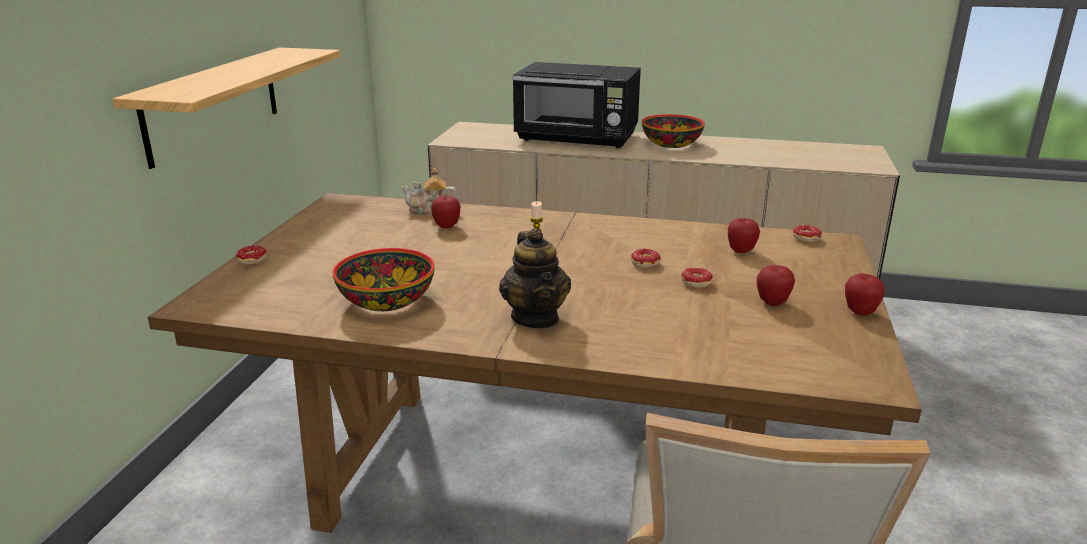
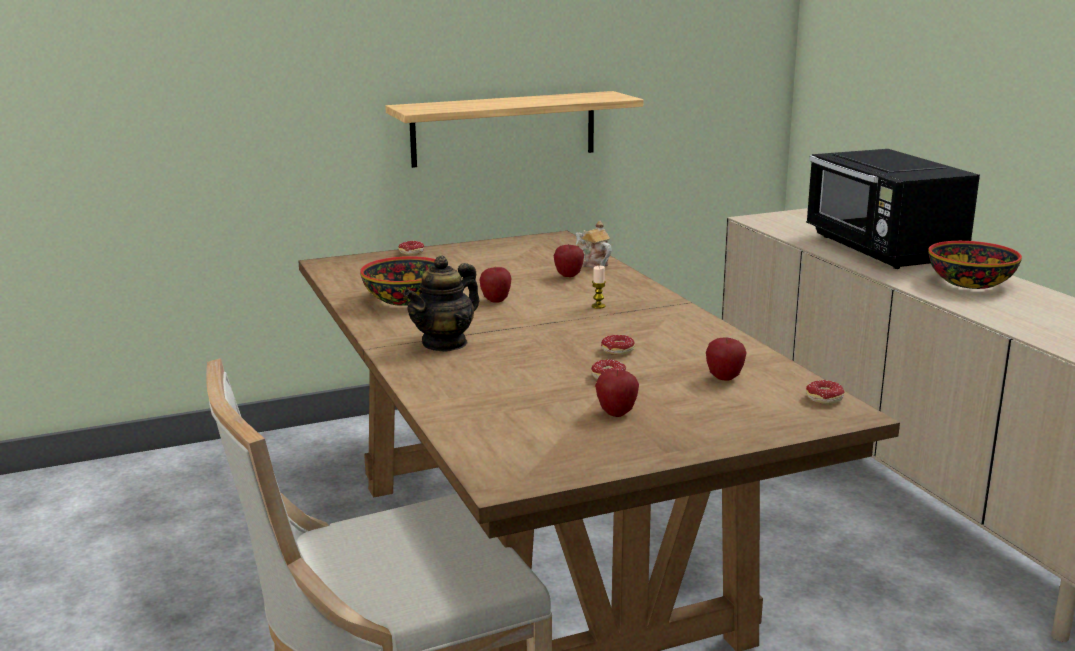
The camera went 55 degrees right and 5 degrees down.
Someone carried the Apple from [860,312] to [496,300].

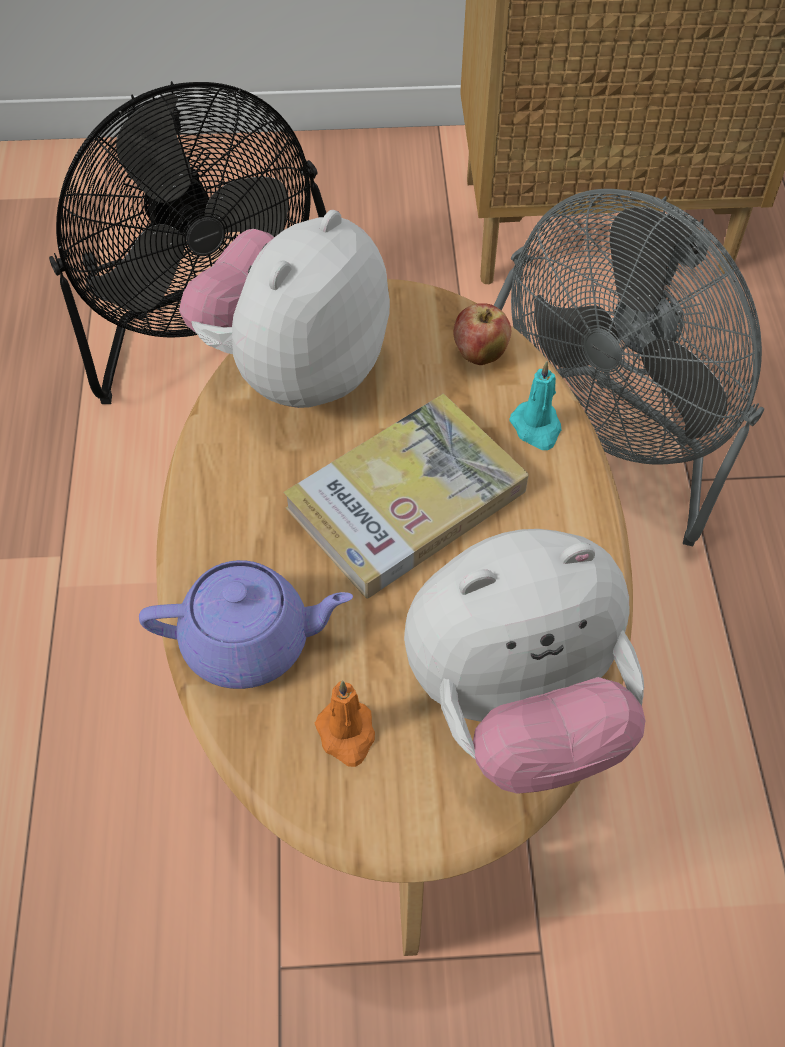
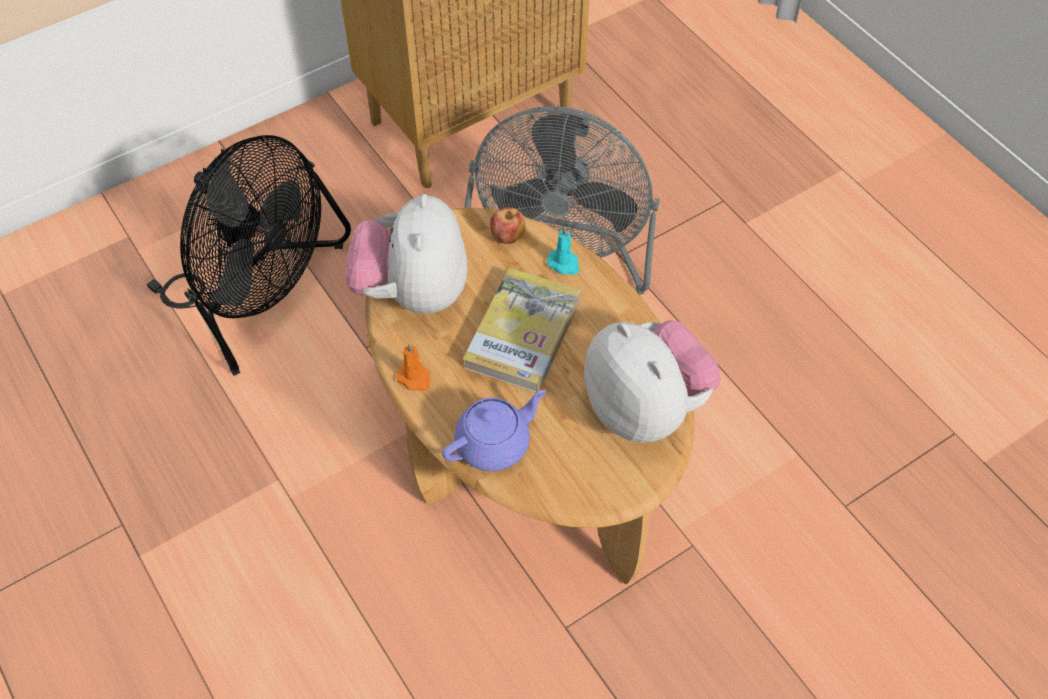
The camera went 30 degrees left and 0 degrees up.
Someone carried the OrangeyWaxCandle from [347,734] to [414,378].
Someone rotated the CuddlyToy at [517,707] by 75 degrees counterclockwise.

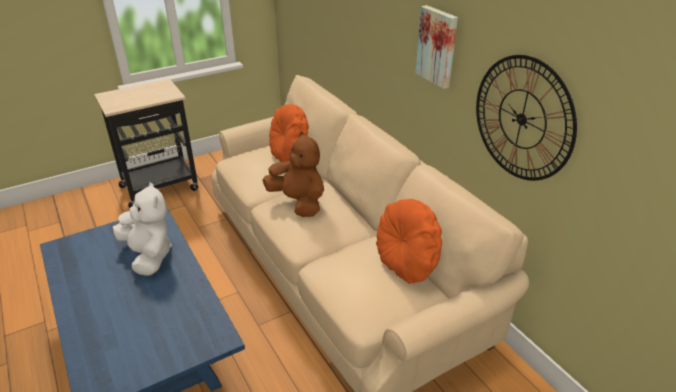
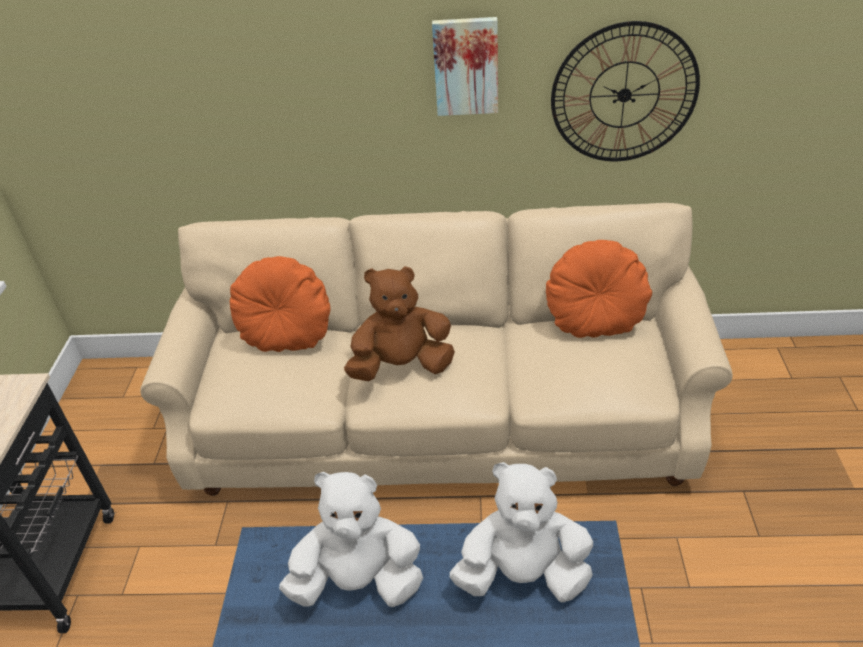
The camera went 55 degrees left and 5 degrees up.
Someone put down the WhiteCuddlyToy at [523,575].

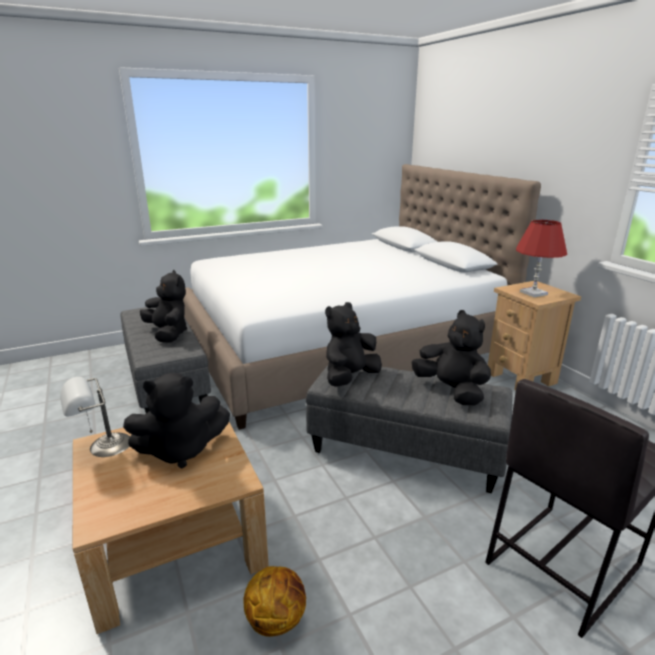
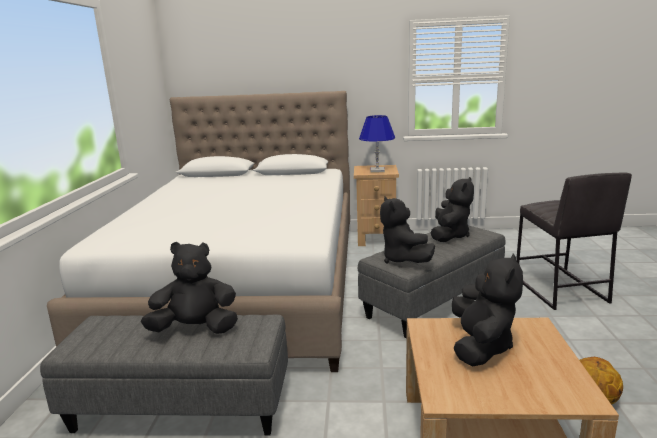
The camera went 60 degrees left and 5 degrees down.
Someone took away the WhiteTableLamp at [102,448].
Someone repainted the RedColouredTableLamp at [533,293], which became the BlueTableLamp at [377,170].
Someone rotated the BlackishCuddlyToy at [451,391] by 120 degrees clockwise.

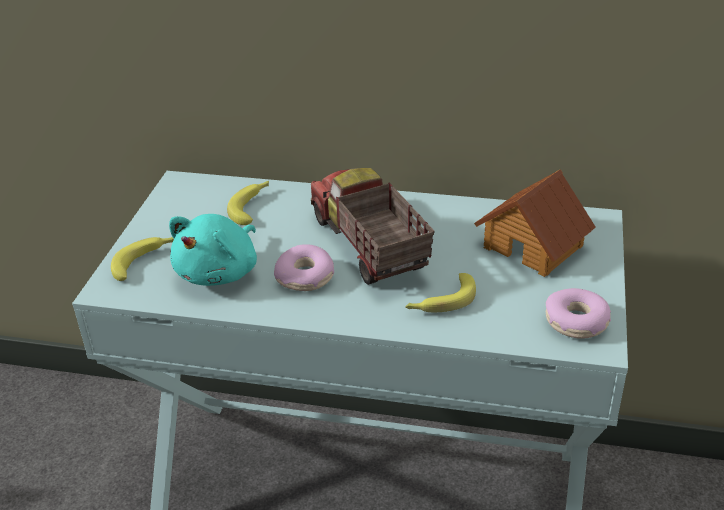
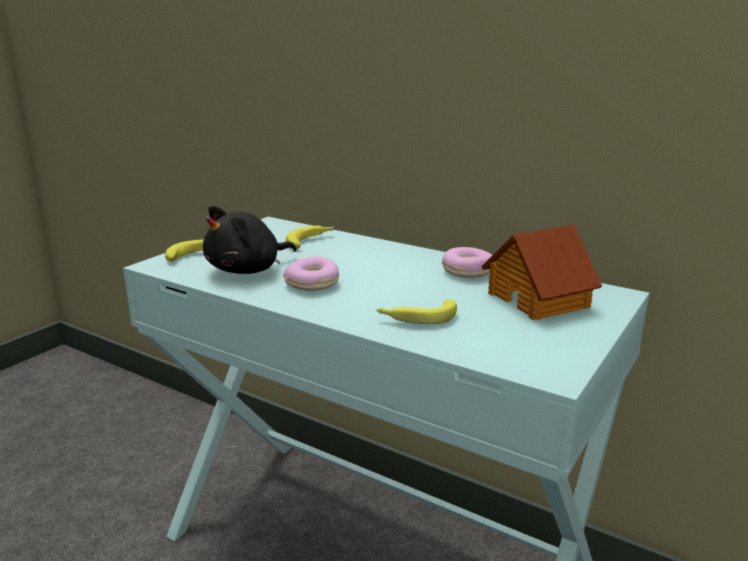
The camera went 20 degrees right and 15 degrees down.
Someone took away the ModelTruck at [368,247].
Someone carried the Doughnut from [576,322] to [467,271].
Someone repainted the BlueGreenCuddlyToy at [220,272], which became the BlackishCuddlyToy at [248,270].

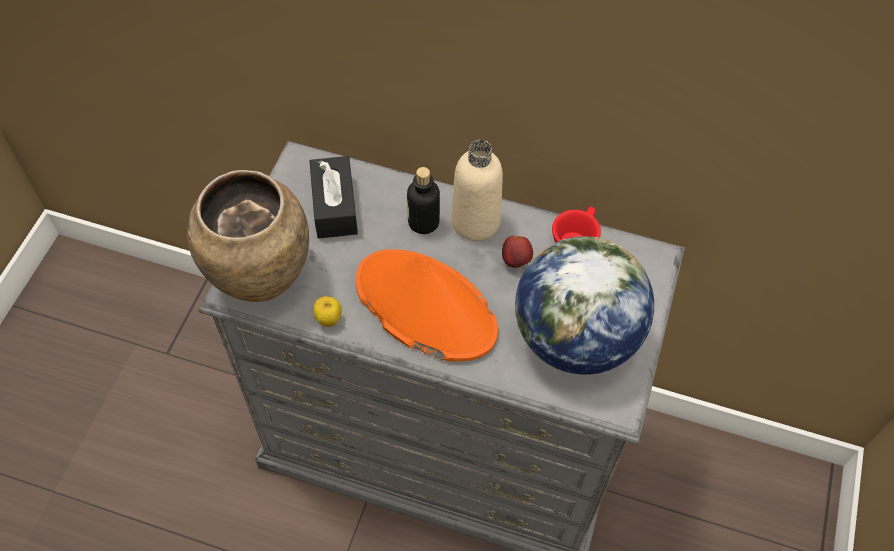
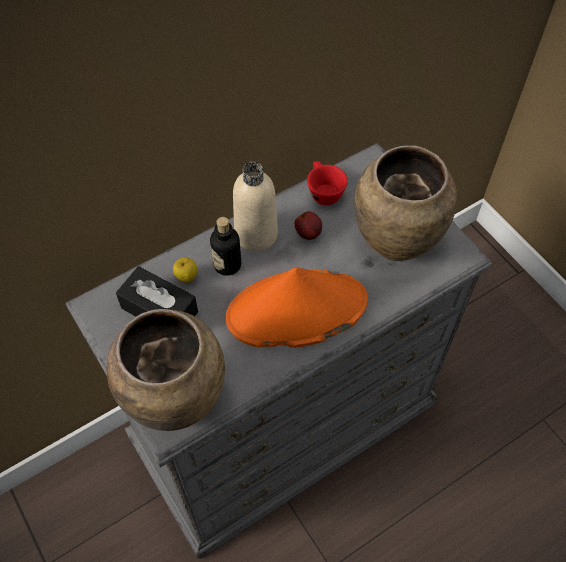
The camera went 50 degrees left and 0 degrees up.
Someone carried the Apple from [329,319] to [187,277].
Someone swapped the WorldGlobe at [574,338] for the BrownDecorativeVase at [395,243].

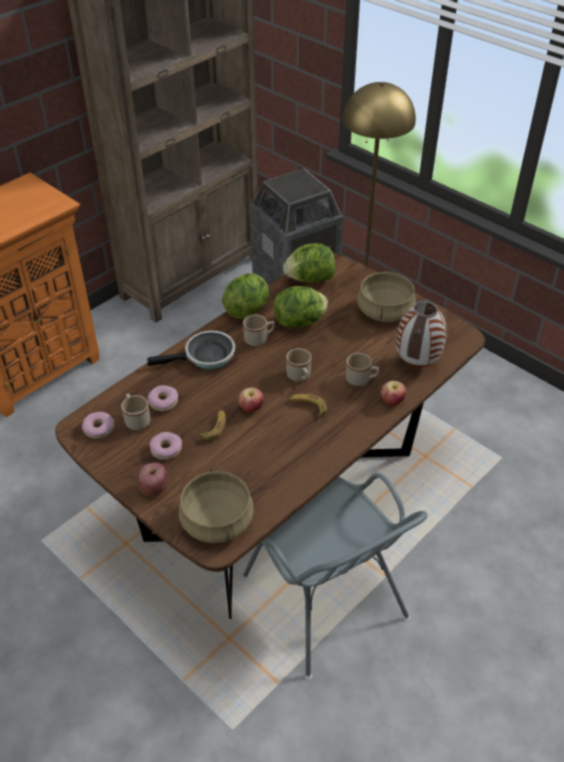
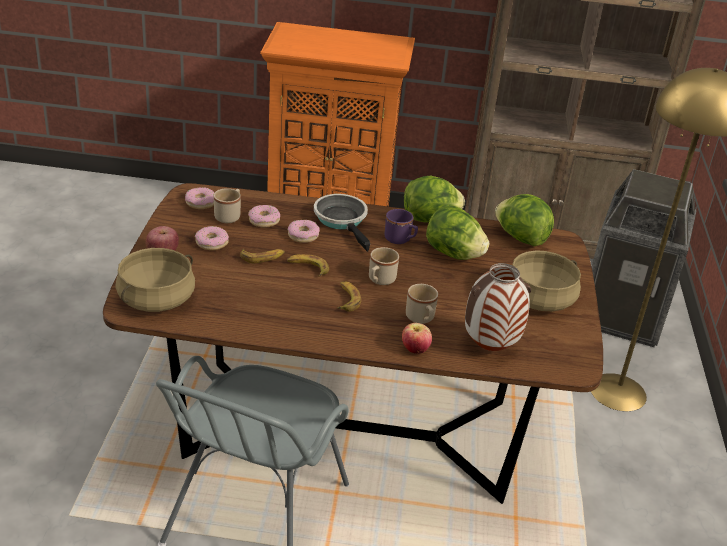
The camera went 50 degrees right and 10 degrees down.
Someone put down the Doughnut at [303,235].
Someone swapped the Apple at [251,408] for the WholeBanana at [307,268].
Someone repainted the SandColouredCoffeeMug at [259,339], which became the PurplishCoffeeMug at [400,240].
Someone rotated the Pan at [205,357] by 150 degrees counterclockwise.

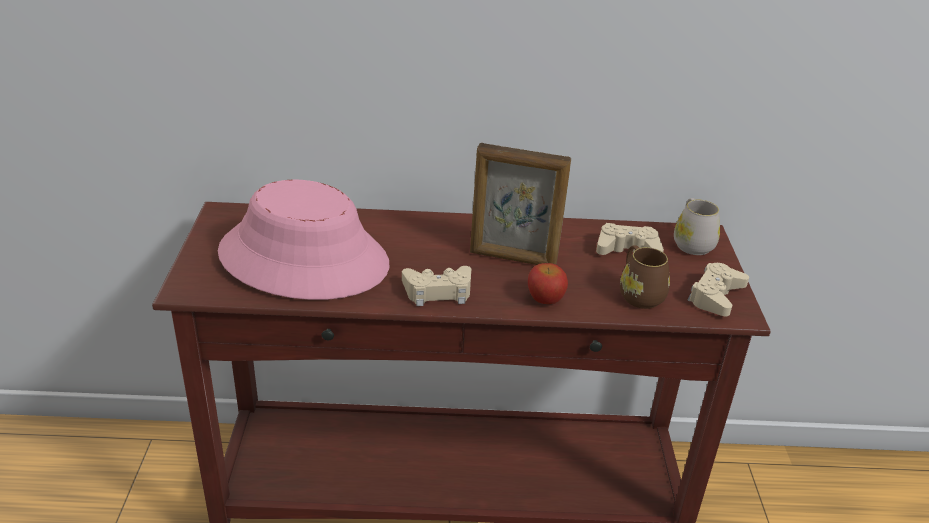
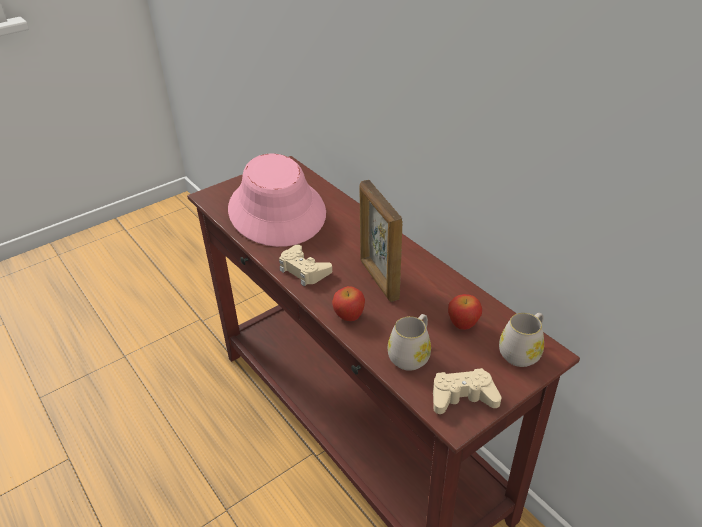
The camera went 55 degrees right and 5 degrees up.
Someone swapped the SandColouredGamepad at [627,249] for the Apple at [463,323].
Someone repainted the BrownCoffeeMug at [638,294], which became the WhiteCoffeeMug at [411,354].

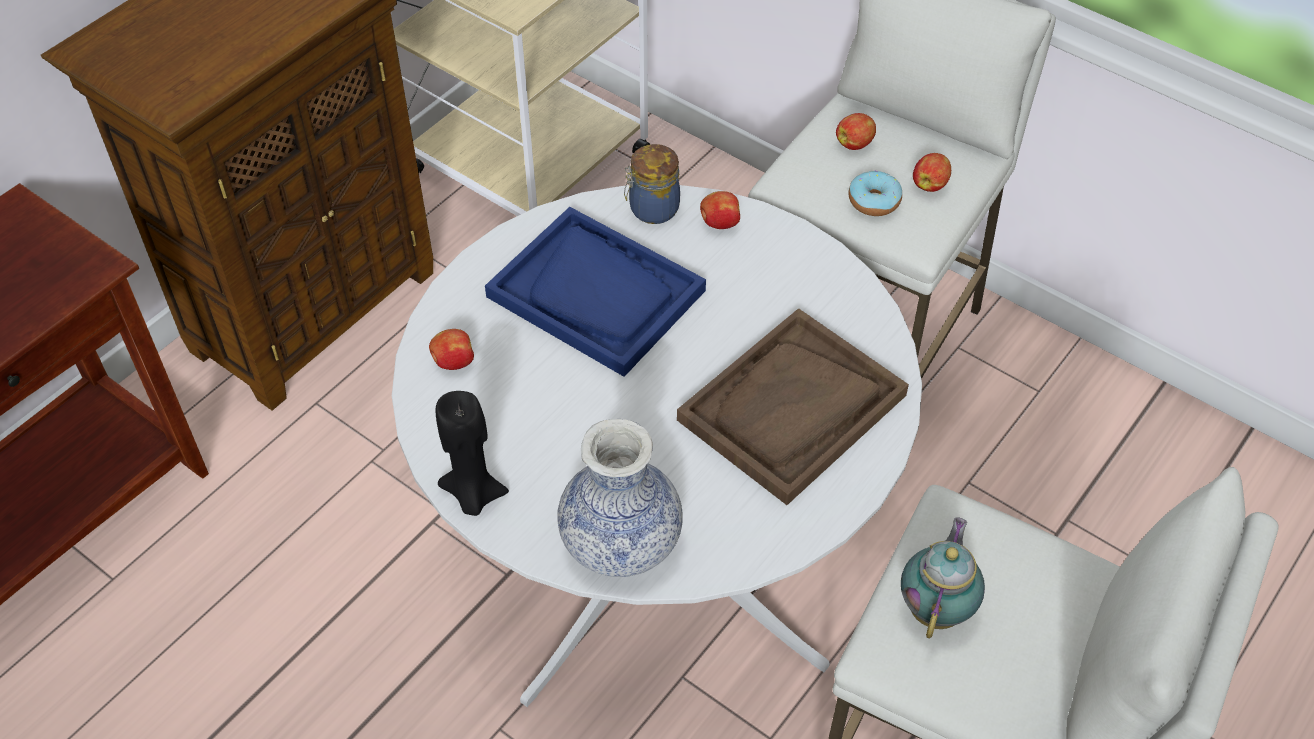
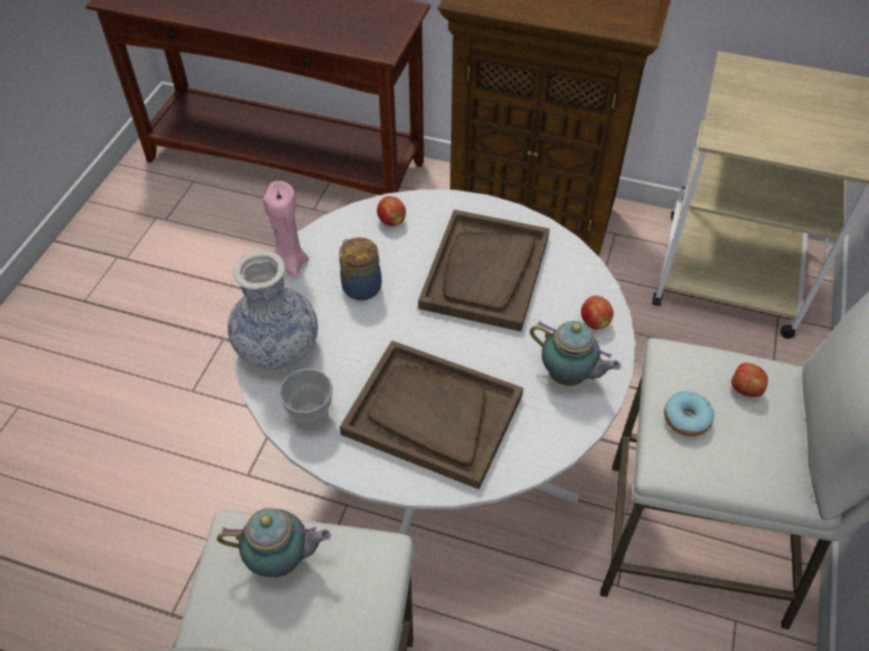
The camera went 70 degrees right and 0 degrees up.
Someone took away the Apple at [930,184].
Someone put down the DrinkingCup at [311,415].
Someone put down the TeaPot at [569,377].
Someone carried the StorageJar from [652,209] to [360,286].
Someone repainted the BlackishWaxCandle at [473,495], which became the PinkishWaxCandle at [290,263].
Someone repainted the BlueTray at [596,294], which became the BrownTray at [485,272].

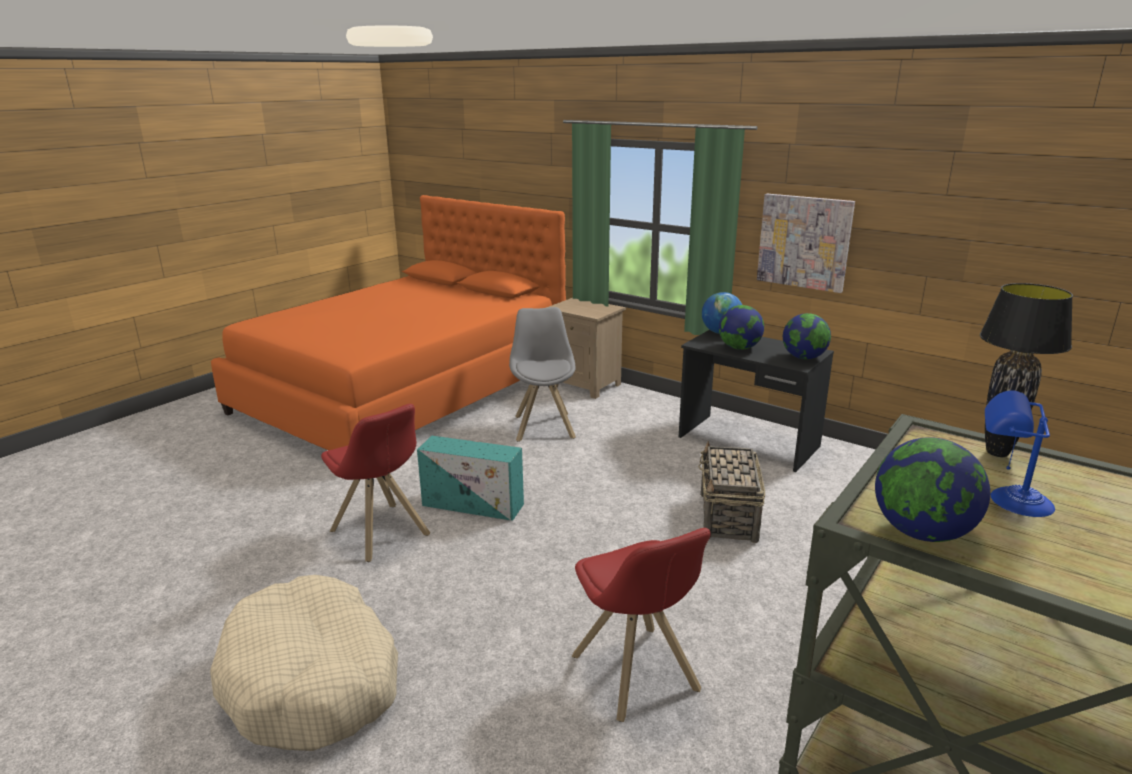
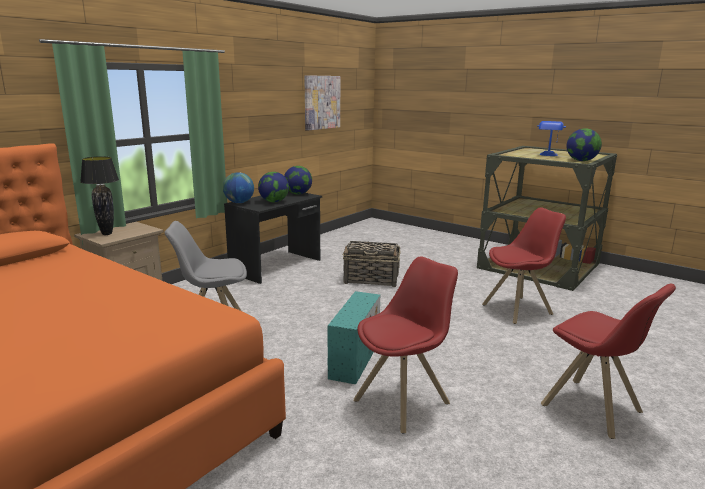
The camera went 90 degrees left and 5 degrees down.
Someone carried the WallArt from [804,242] to [322,102].
Someone carried the BlackishTableLamp from [996,453] to [107,234].
Someone swapped the SandColouredPetBed at [312,680] for the RedColouredUprightChair at [592,408].

